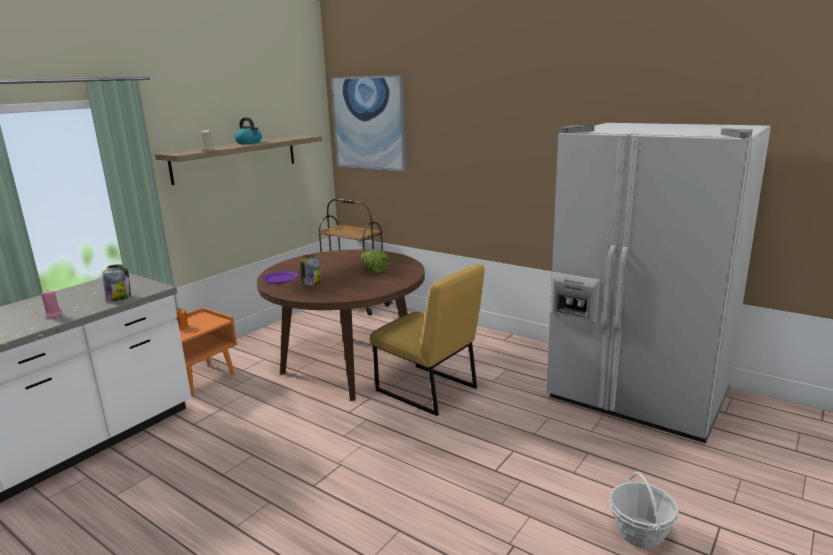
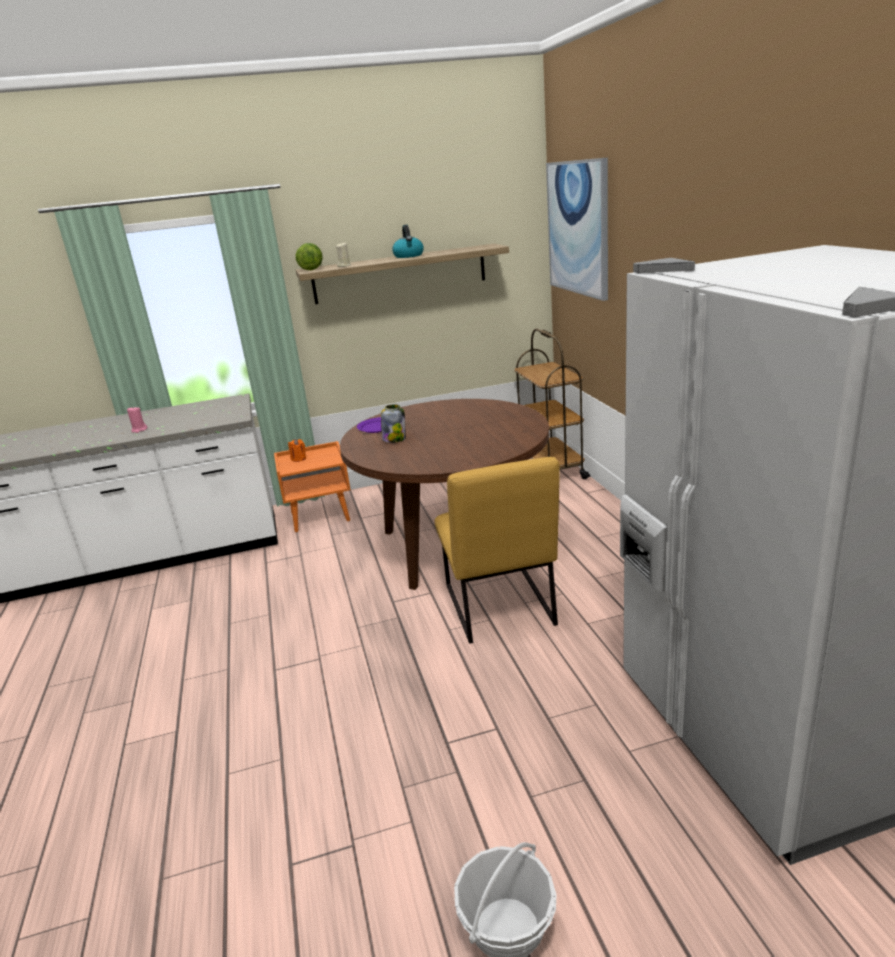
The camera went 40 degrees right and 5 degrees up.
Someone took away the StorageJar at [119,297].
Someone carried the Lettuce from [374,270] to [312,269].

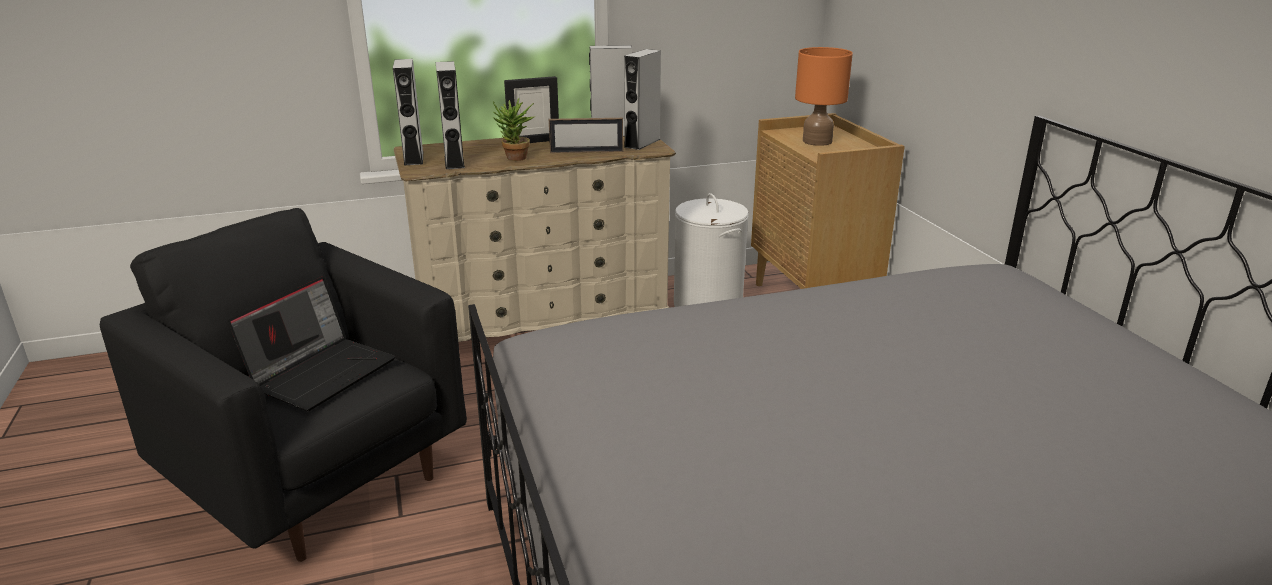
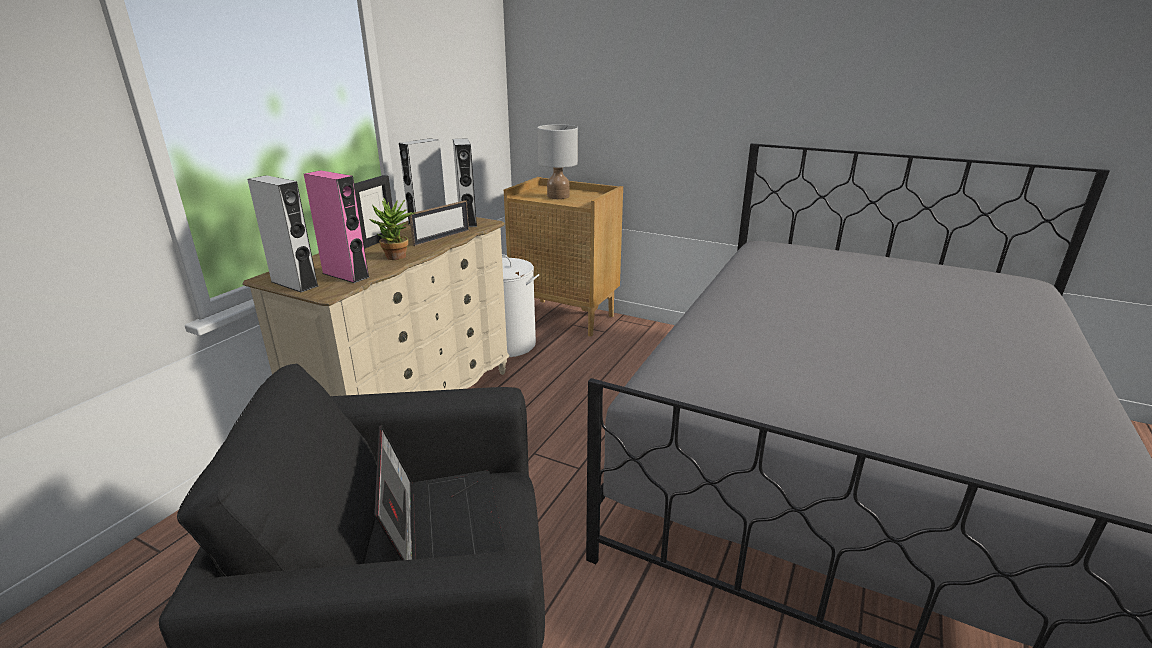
The camera went 45 degrees left and 0 degrees up.
Someone repainted the GrayLoudspeaker at [454,161], which became the PinkishLoudspeaker at [345,275].
Someone repainted the OrangeyTableLamp at [817,141], which became the GrayTableLamp at [558,196].

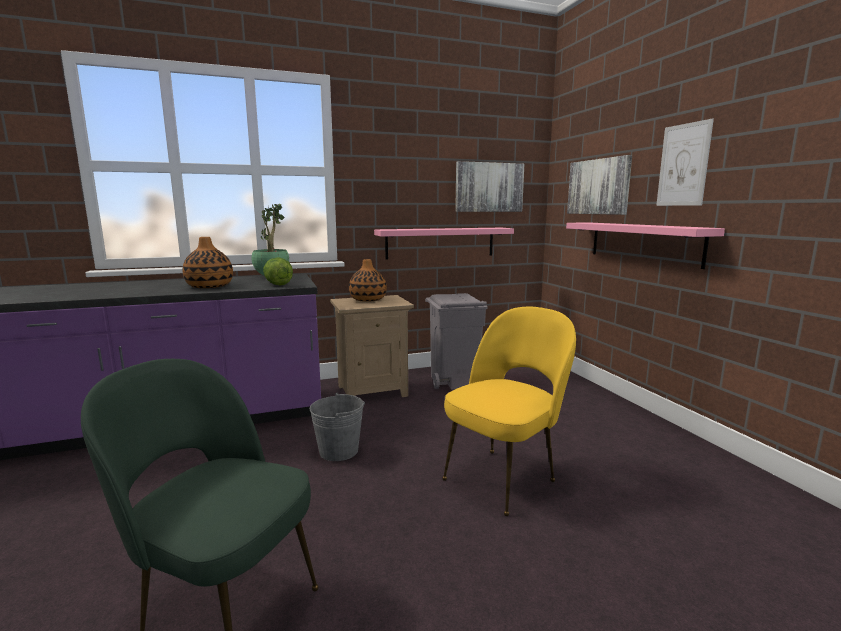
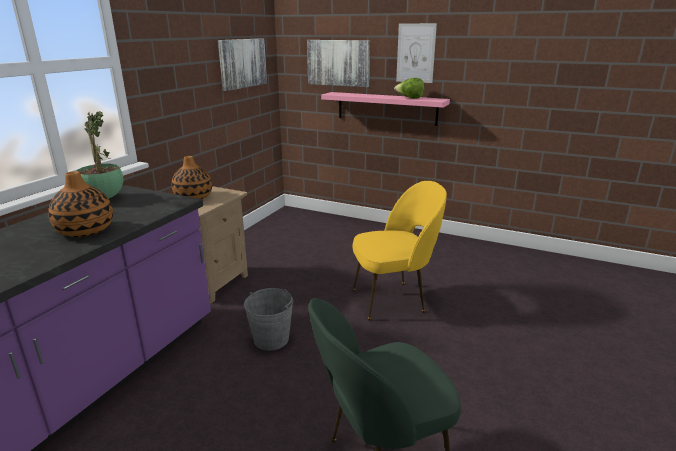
The camera went 45 degrees left and 10 degrees up.
Someone took away the PinkishShelf at [440,242].
Someone took away the GrayTrashCan at [453,380].
Someone carried the Lettuce from [277,284] to [410,98].
Someone rotated the YellowColouredUprightChair at [504,477] by 75 degrees clockwise.

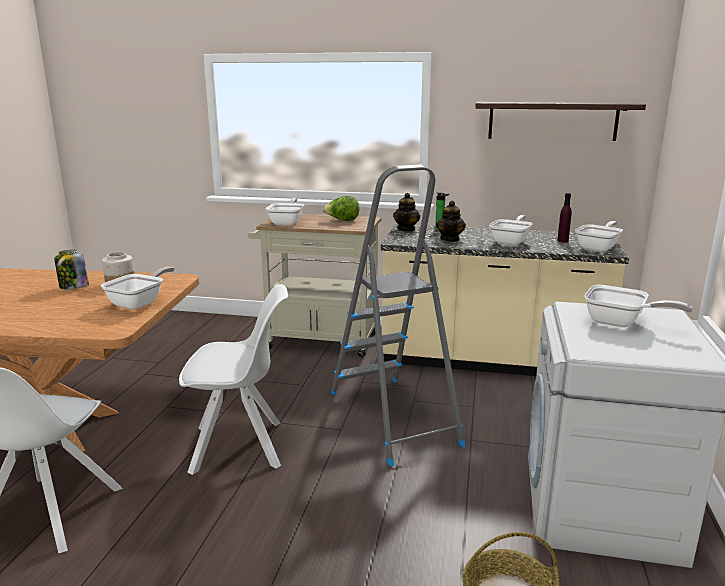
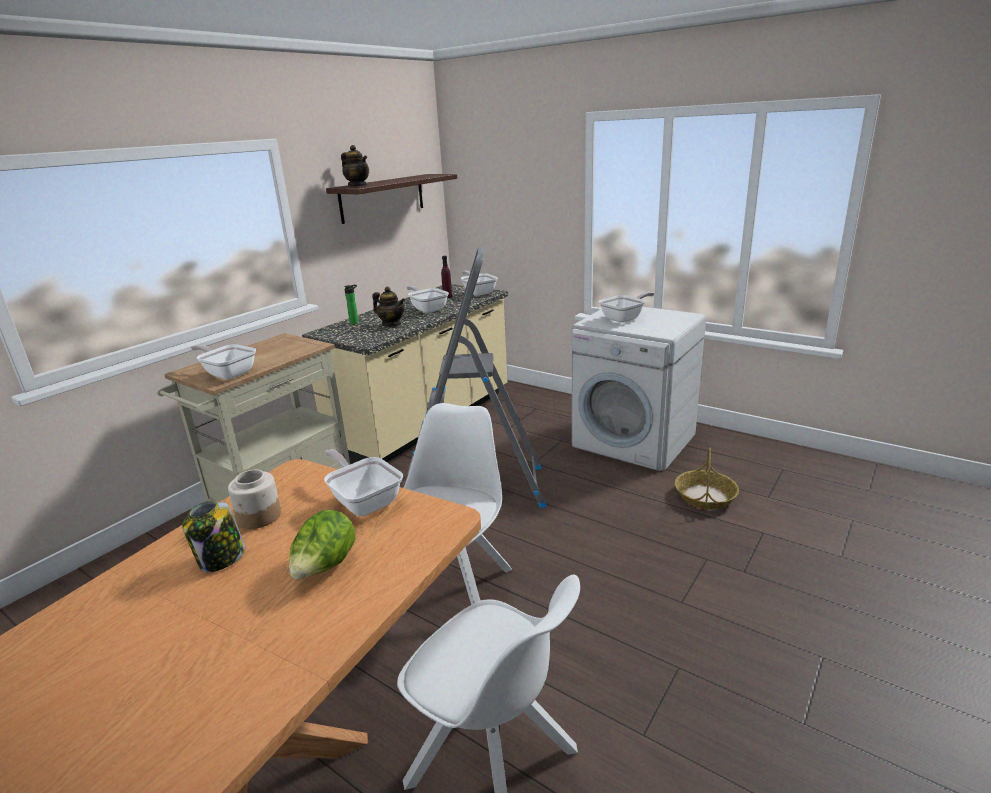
The camera went 65 degrees left and 5 degrees up.
Someone carried the Lettuce from [342,221] to [325,568].
Someone carried the TeaPot from [406,229] to [358,186].

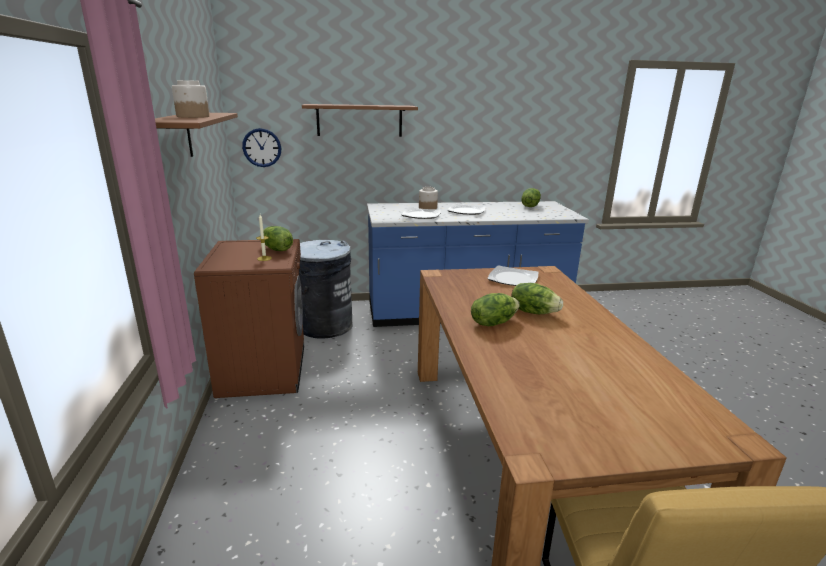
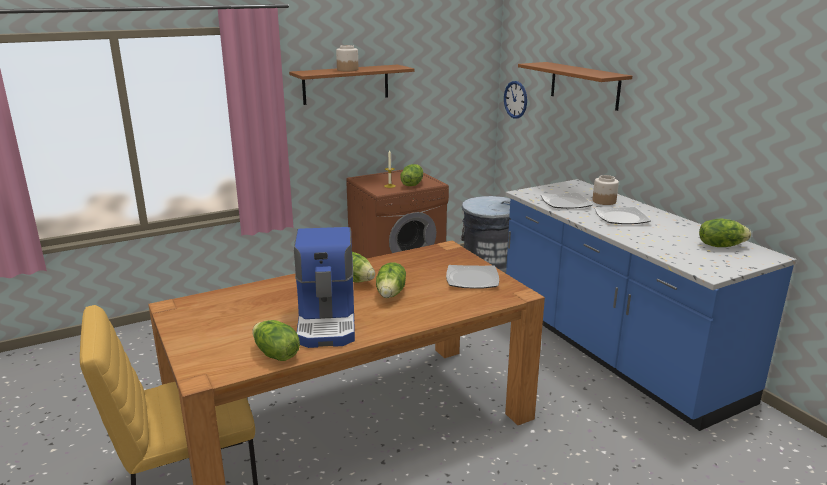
The camera went 70 degrees right and 0 degrees up.
Someone put down the Lettuce at [275,354].
Someone put down the CoffeeMachine at [328,321].

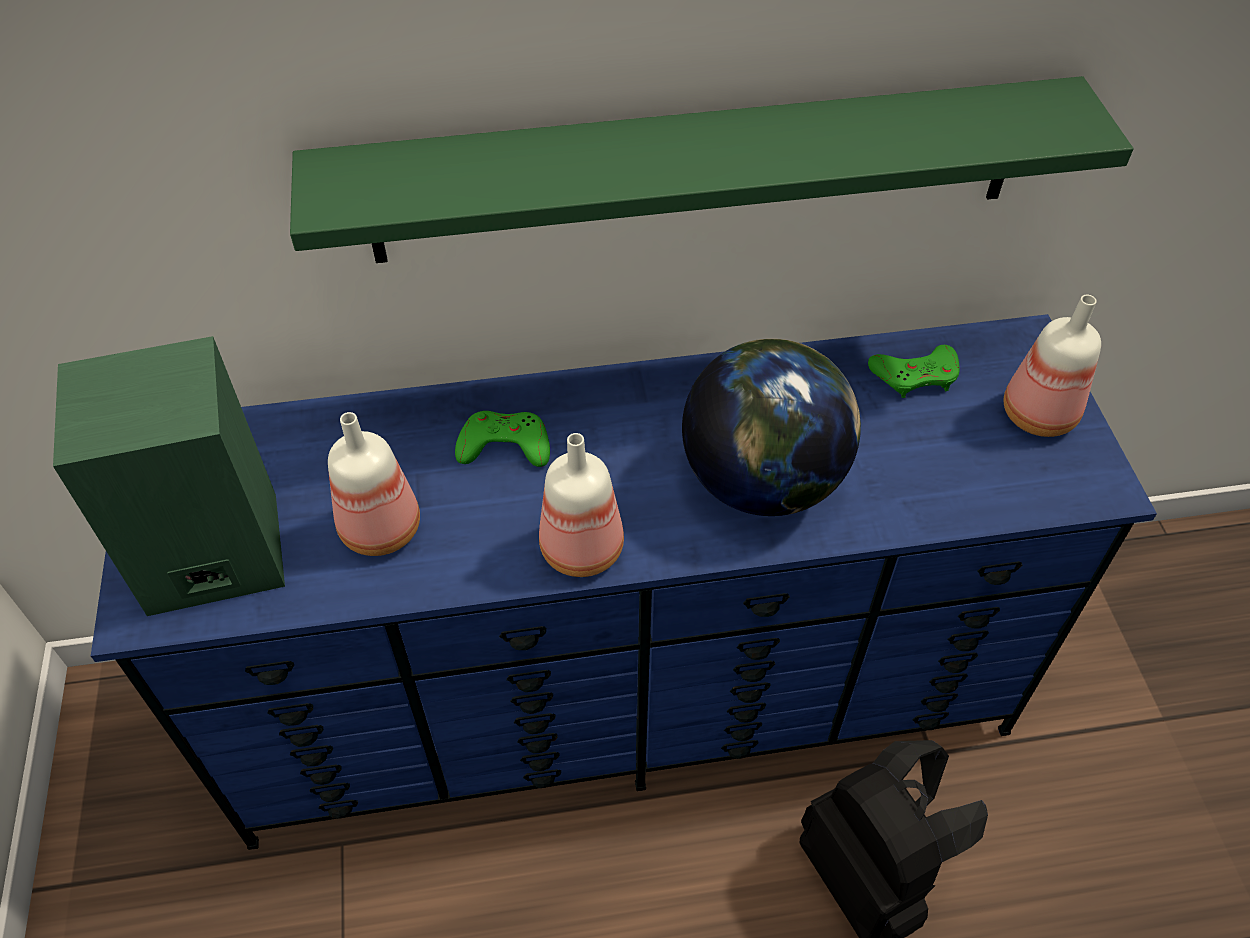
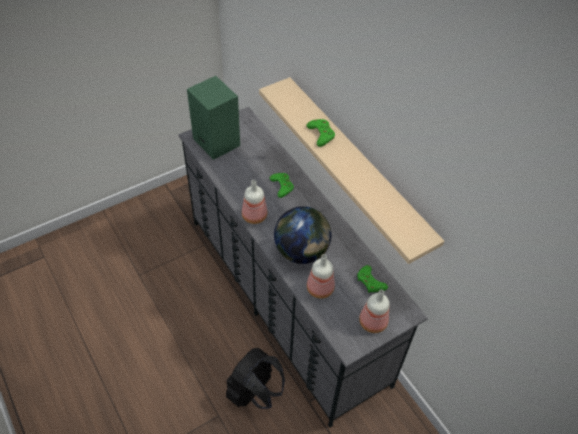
The camera went 65 degrees right and 0 degrees up.
Someone put down the GreenishGamepad at [321,134].
Someone carried the BeverageBottle from [383,528] to [321,289].
Someone repainted the BlueChestOfDrawers at [627,693], which became the GrayChestOfDrawers at [287,298].
Someone repainted the GreenishShelf at [697,172], which became the SandColouredShelf at [356,166].

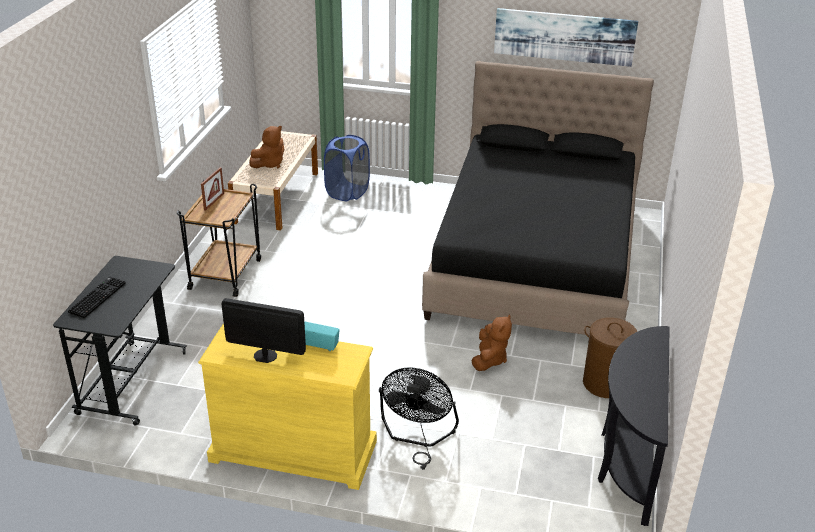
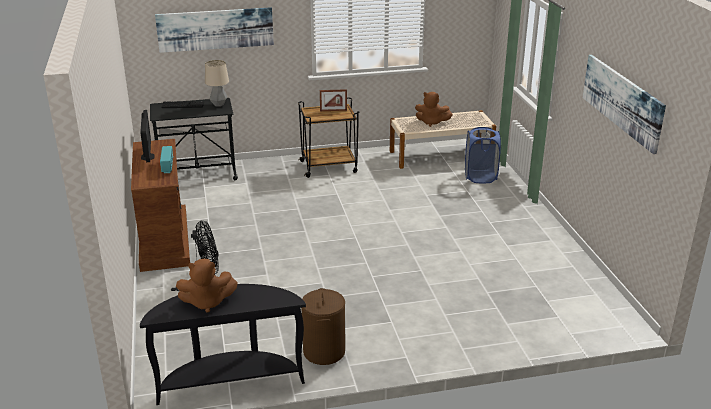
The camera went 65 degrees right and 5 degrees down.
Someone took away the BlackishBed at [536,259].
Someone put up the WallArt at [215,29].
Someone put down the TableLamp at [218,104].
Someone carried the BrownCuddlyToy from [489,359] to [207,302].
Someone repainted the YellowColouredChestOfDrawers at [291,452], which became the BrownChestOfDrawers at [163,239].

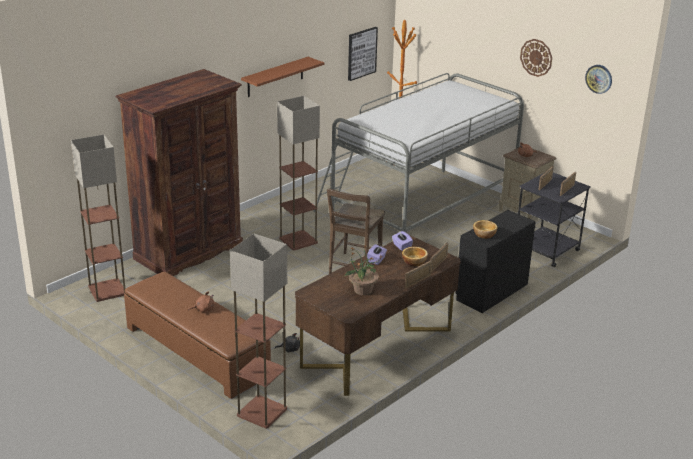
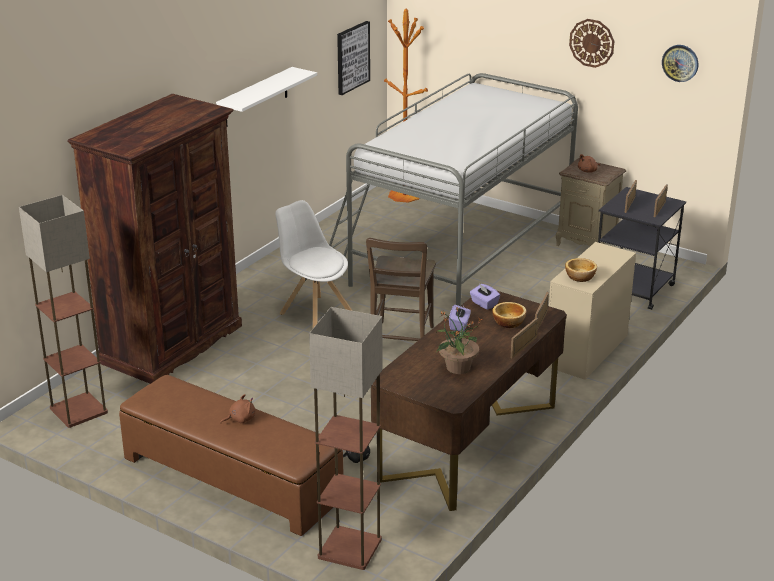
The camera went 10 degrees left and 0 degrees up.
Someone swapped the StandardLamp at [298,240] for the WhiteUprightChair at [314,312].
Someone repainted the BrownShelf at [275,77], which became the WhiteShelf at [255,97].
Someone repainted the BlackishChestOfDrawers at [491,292], which became the SandColouredChestOfDrawers at [585,350].

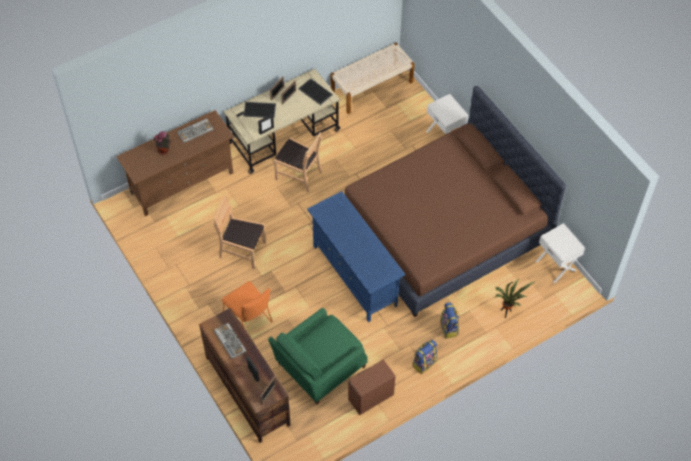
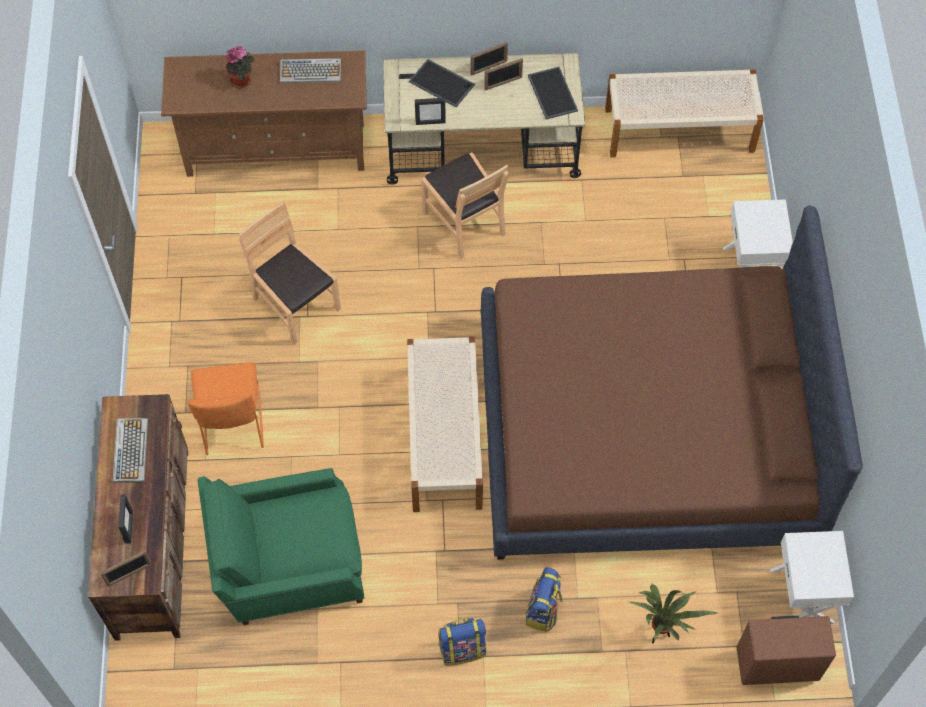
The camera went 30 degrees right and 5 degrees up.
Someone carried the BrownNightTable from [370,397] to [776,663].
Someone swapped the BlueChestOfDrawers at [354,275] for the SandColouredBench at [445,437].

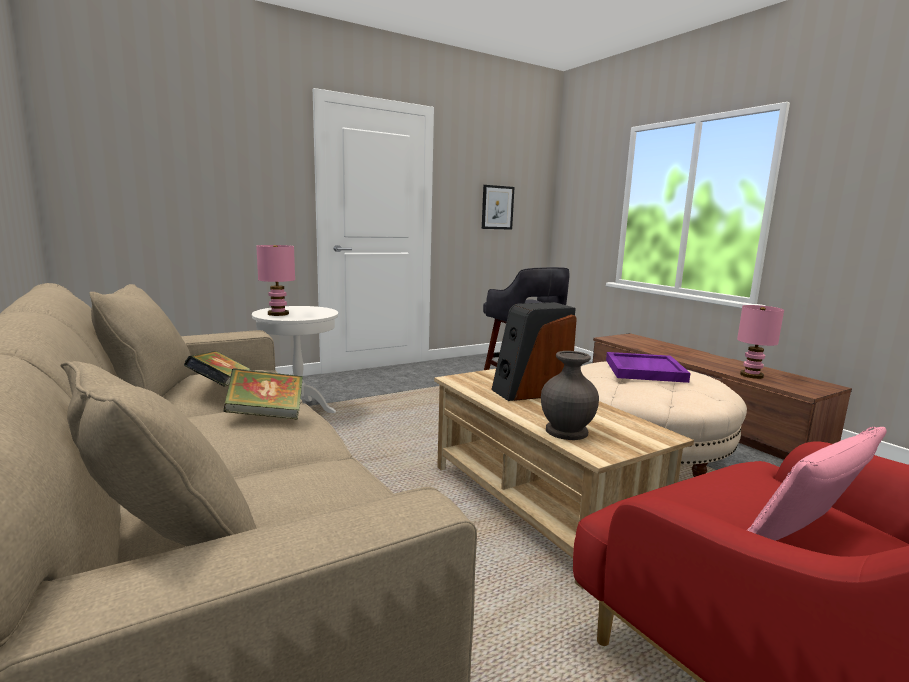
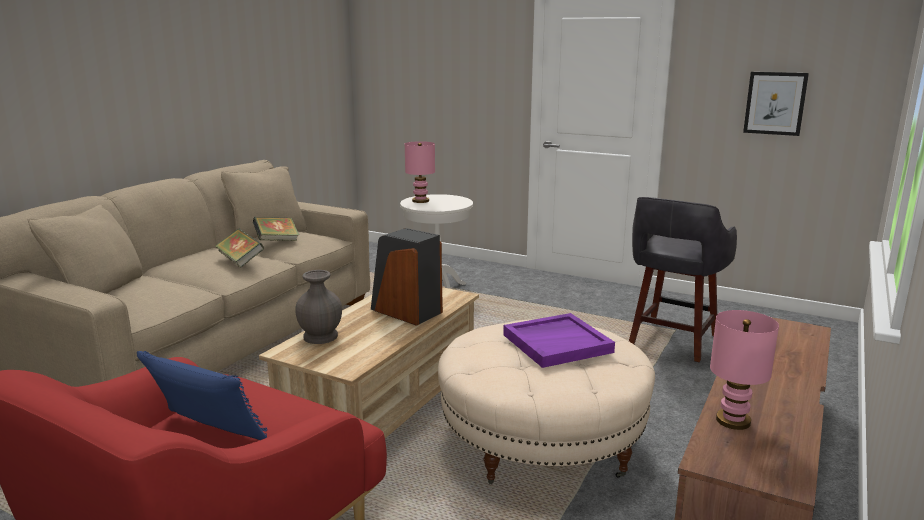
The camera went 60 degrees right and 5 degrees up.
Someone repainted the PinkishCushion at [803,535], which became the BlueCushion at [206,431].

